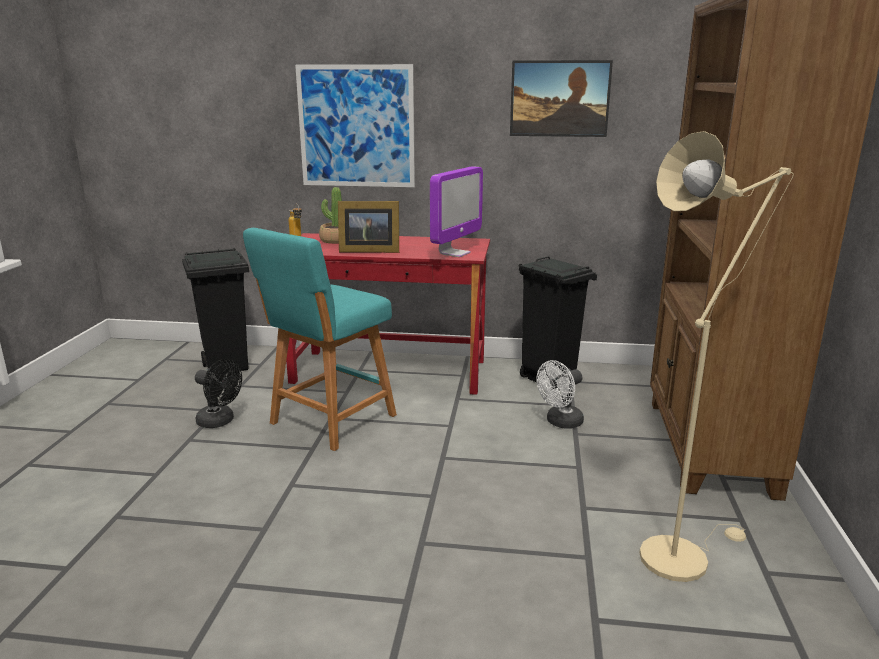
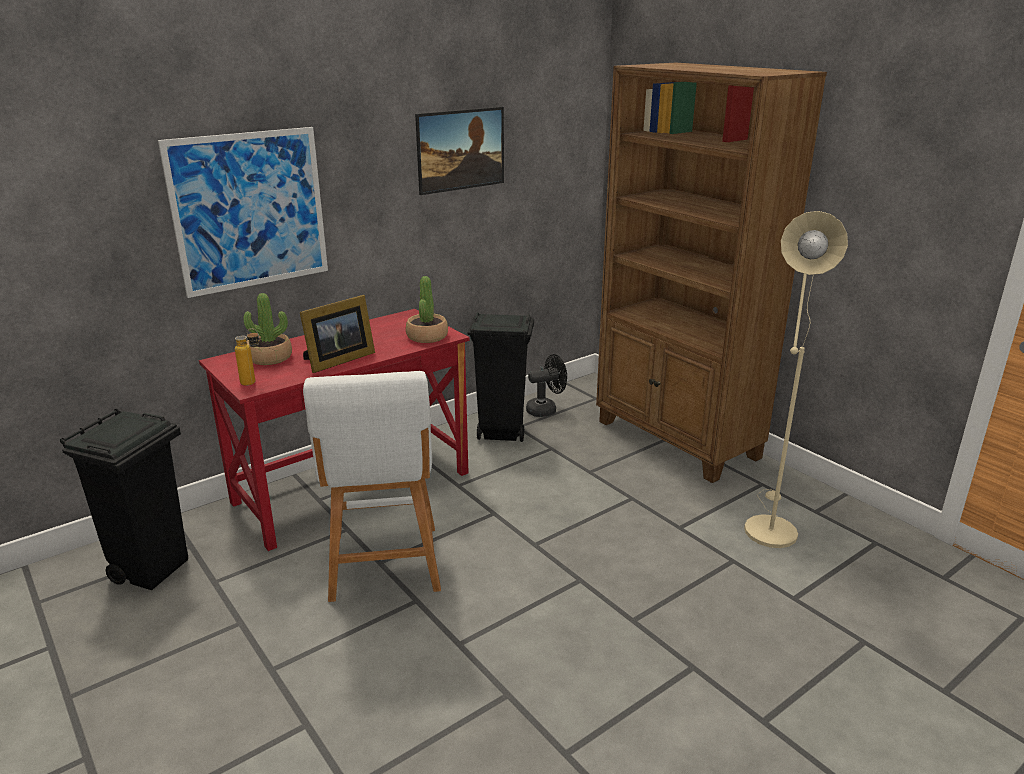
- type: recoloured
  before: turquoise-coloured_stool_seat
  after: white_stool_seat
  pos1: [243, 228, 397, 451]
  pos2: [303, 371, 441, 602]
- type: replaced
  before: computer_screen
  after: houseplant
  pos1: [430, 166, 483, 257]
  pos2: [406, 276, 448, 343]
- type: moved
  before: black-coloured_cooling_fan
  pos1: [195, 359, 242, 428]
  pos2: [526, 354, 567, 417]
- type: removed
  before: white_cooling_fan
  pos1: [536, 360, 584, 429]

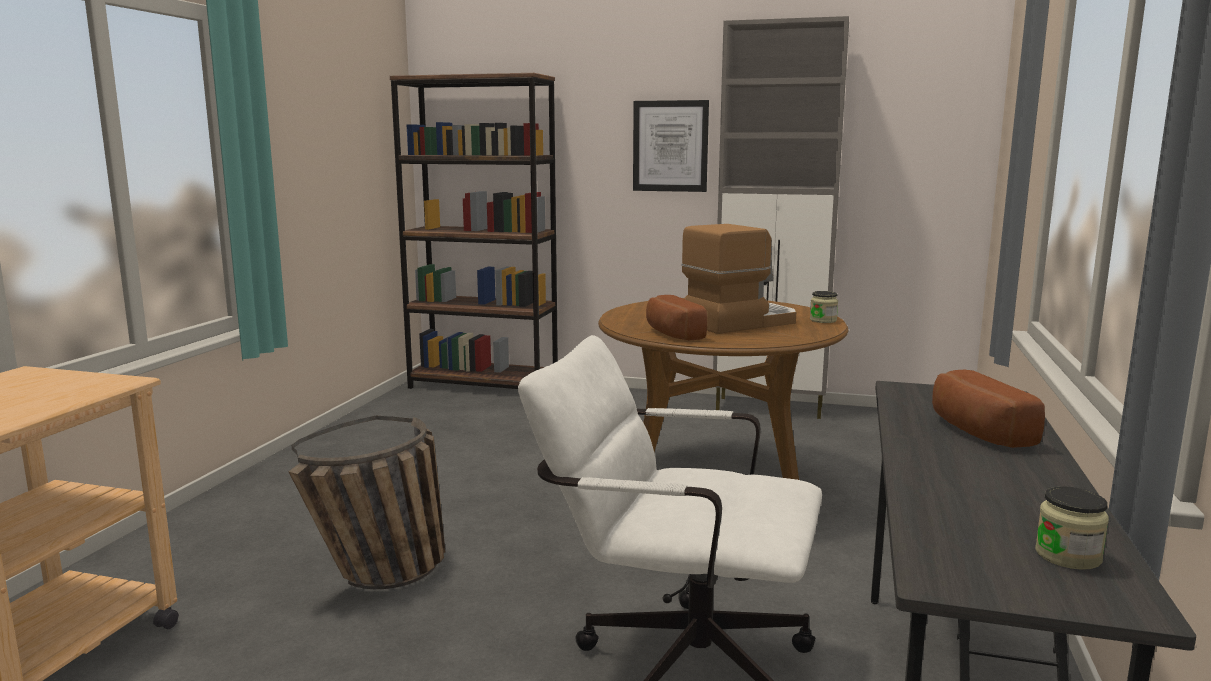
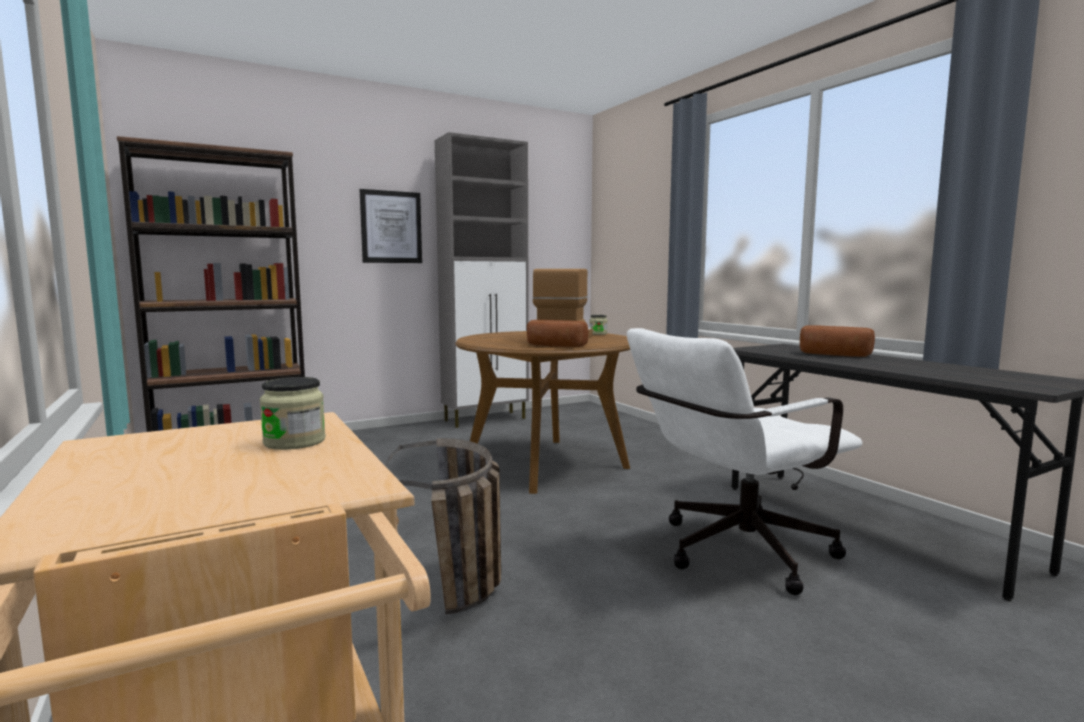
- type: moved
  before: jar
  pos1: [1035, 486, 1109, 570]
  pos2: [260, 377, 326, 450]

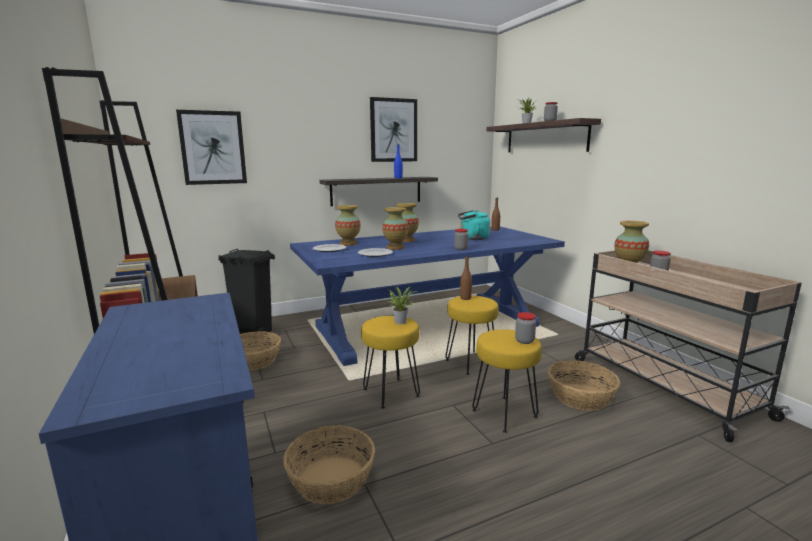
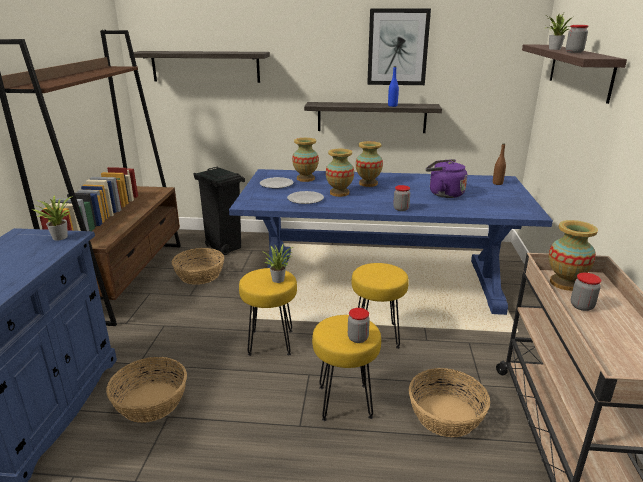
- type: added
  after: houseplant
  pos2: [32, 195, 73, 240]
- type: replaced
  before: wall_art
  after: bracket_shelf
  pos1: [176, 110, 247, 185]
  pos2: [129, 51, 270, 83]
- type: recoloured
  before: turquoise-coloured_kettle
  after: purple_kettle
  pos1: [458, 210, 490, 240]
  pos2: [426, 159, 467, 198]
- type: removed
  before: brown-coloured_bottle
  pos1: [460, 256, 472, 300]

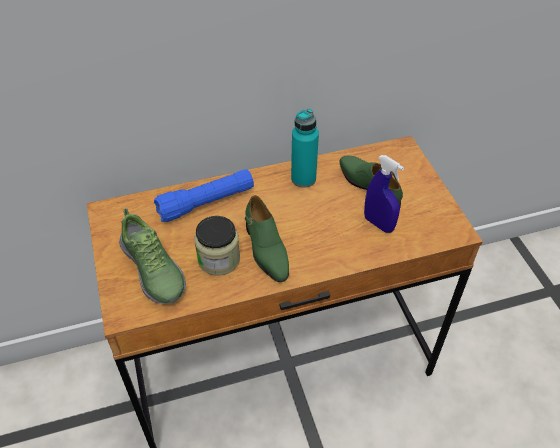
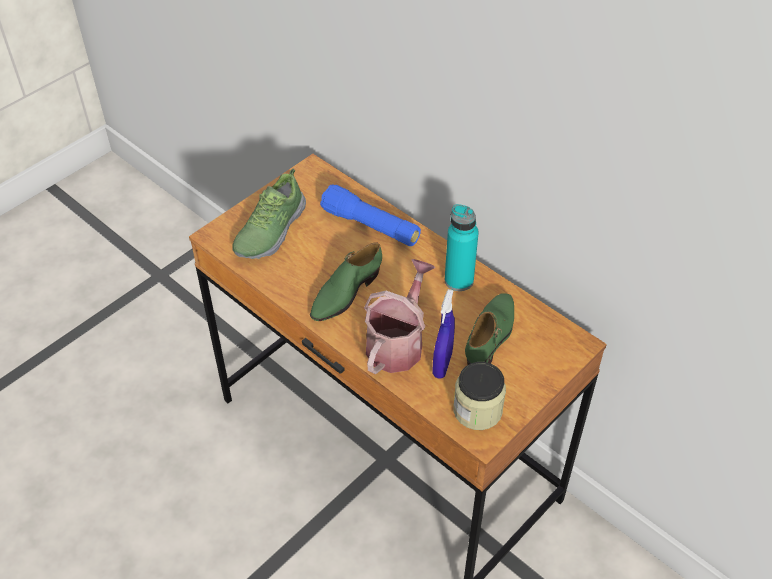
- type: added
  after: watering_pot
  pos2: [364, 259, 435, 374]
- type: moved
  before: jar
  pos1: [194, 216, 240, 276]
  pos2: [453, 362, 506, 430]

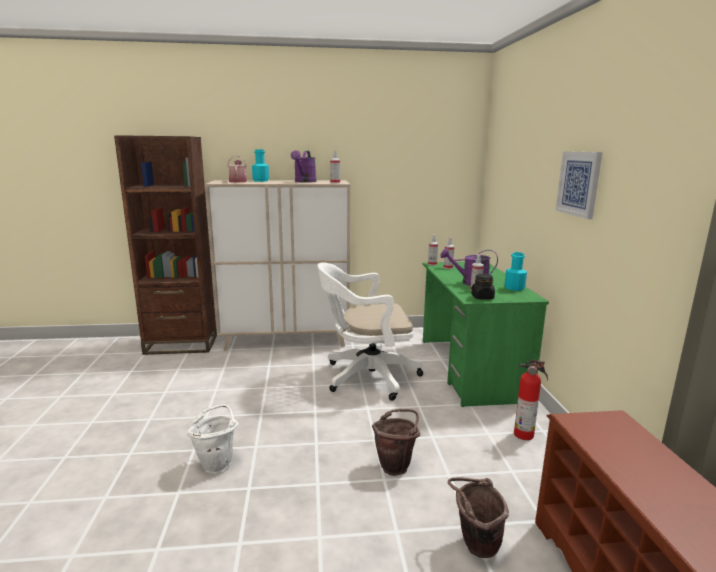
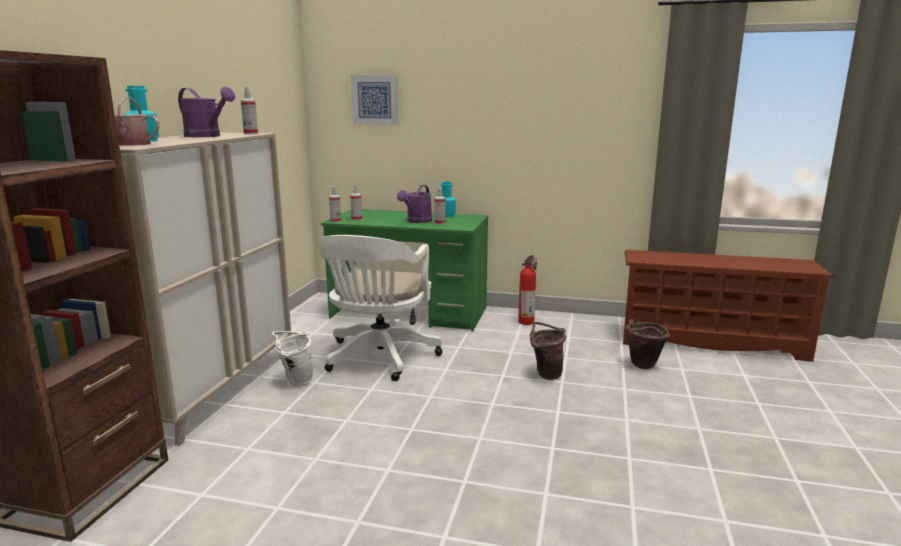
- type: moved
  before: white_pail
  pos1: [187, 404, 239, 474]
  pos2: [272, 331, 313, 386]
- type: moved
  before: wall_art
  pos1: [555, 151, 603, 219]
  pos2: [351, 75, 398, 125]
- type: removed
  before: black-coloured_jar
  pos1: [471, 274, 495, 300]

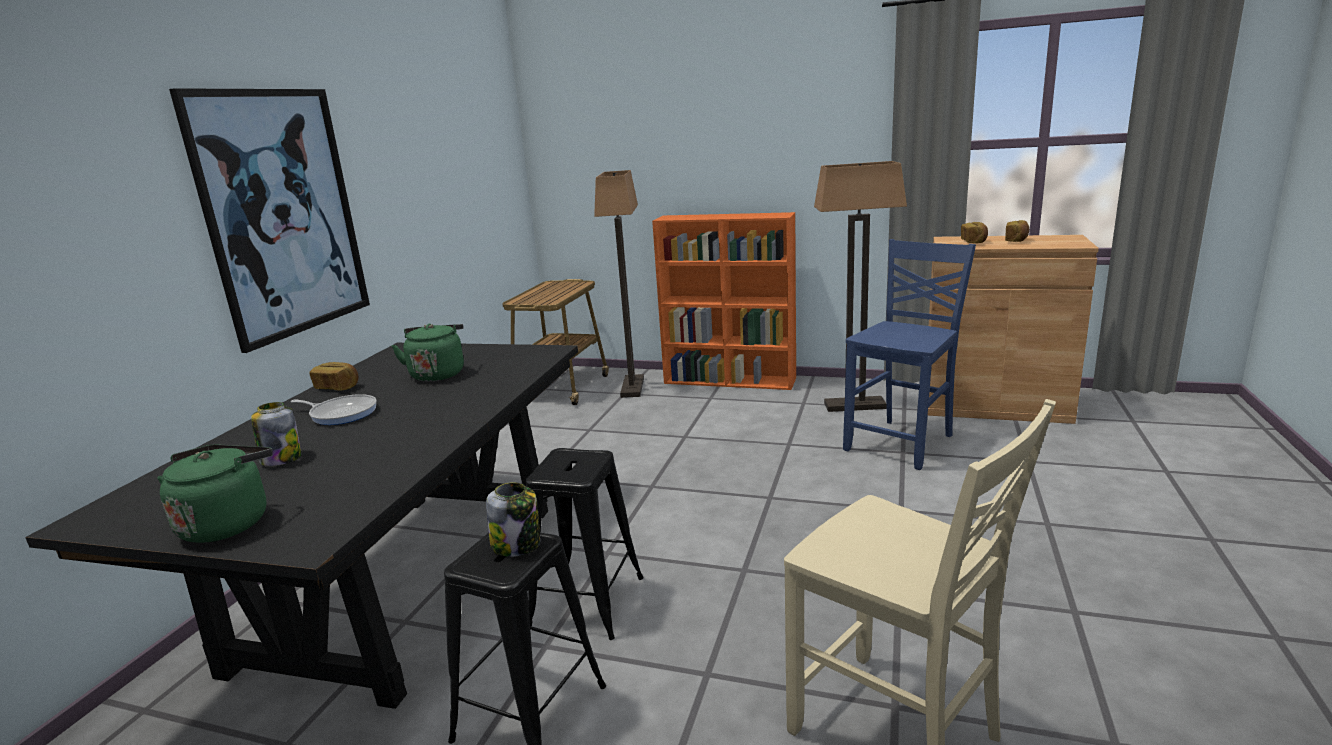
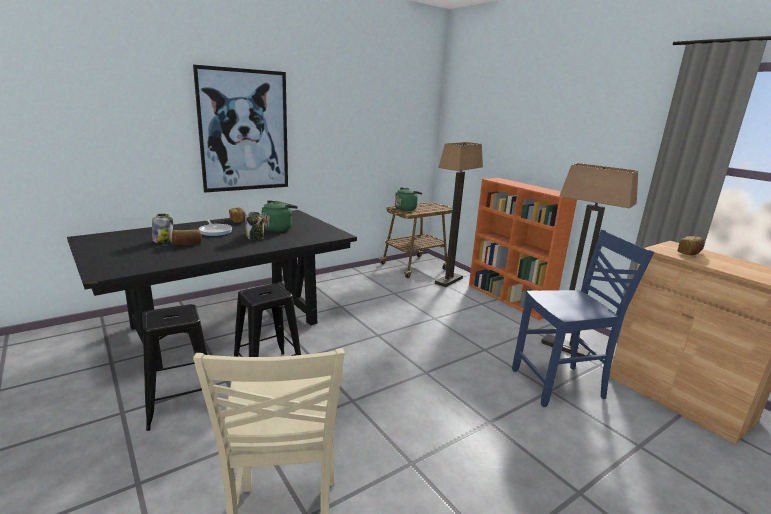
- type: moved
  before: bakery_bread
  pos1: [1005, 220, 1029, 242]
  pos2: [172, 229, 202, 245]
- type: moved
  before: jar
  pos1: [486, 482, 540, 557]
  pos2: [245, 212, 265, 240]
- type: moved
  before: greenish_kettle
  pos1: [157, 445, 273, 543]
  pos2: [395, 187, 422, 211]

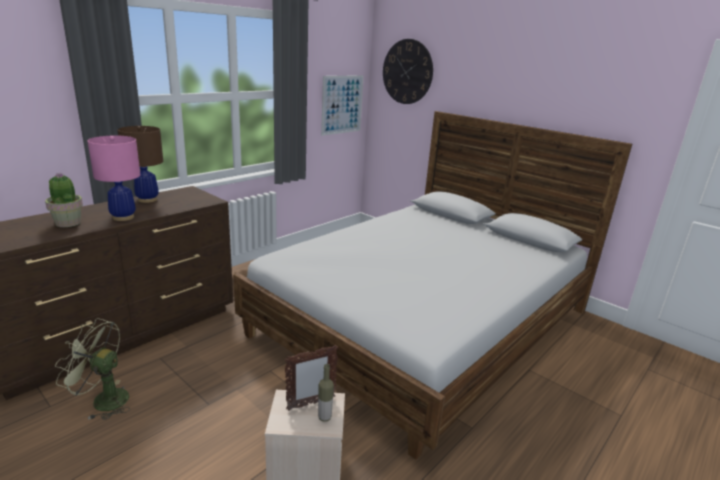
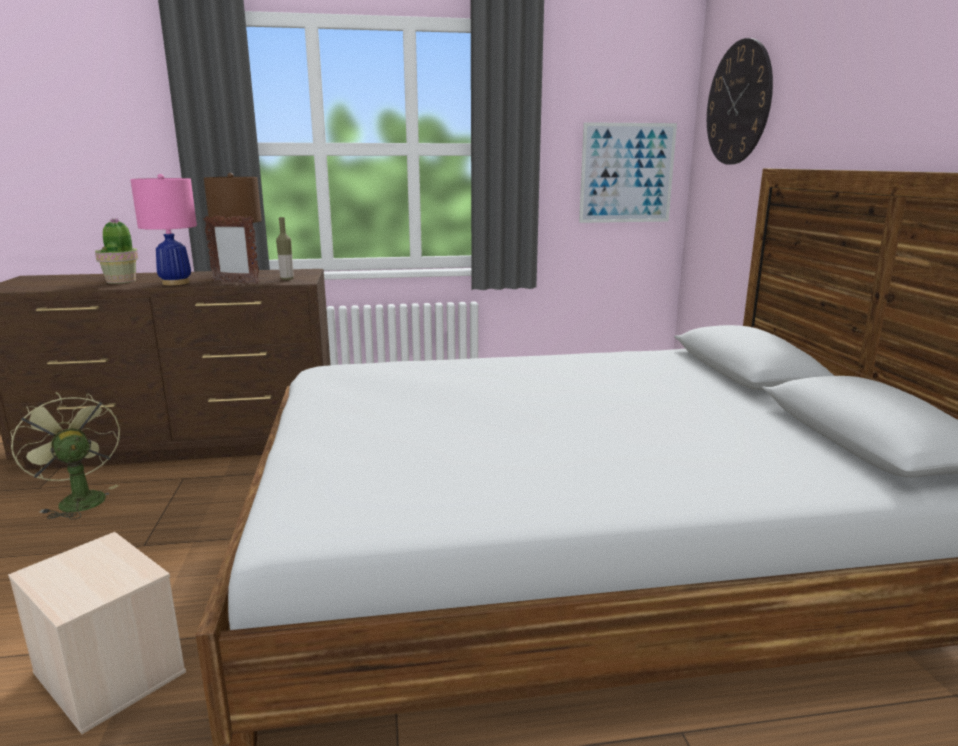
- type: moved
  before: picture_frame
  pos1: [285, 345, 338, 411]
  pos2: [204, 215, 260, 284]
- type: moved
  before: bottle
  pos1: [318, 364, 334, 422]
  pos2: [276, 217, 294, 280]

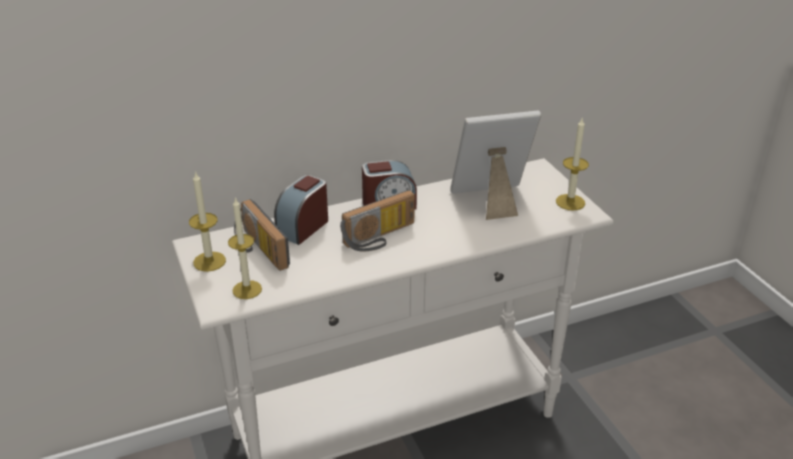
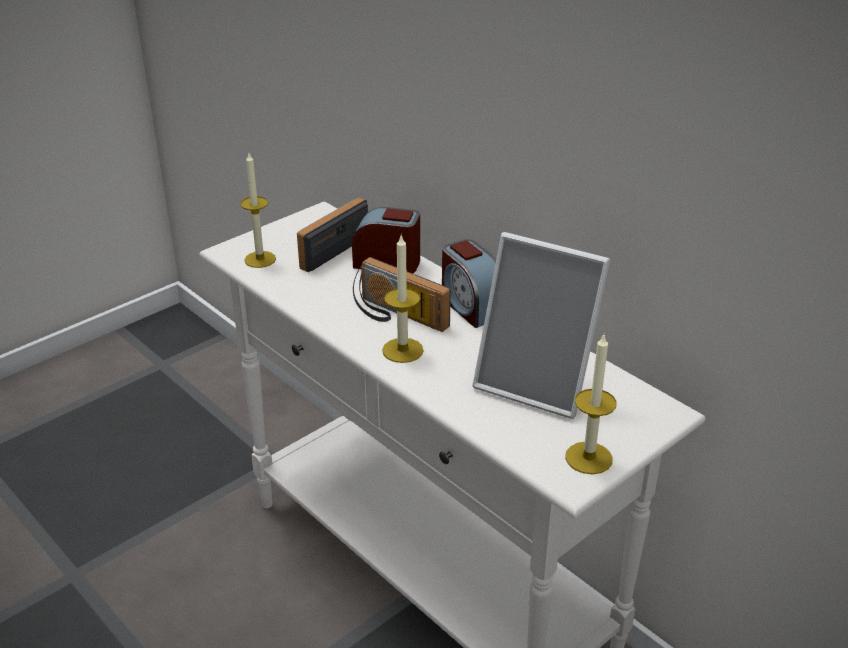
- type: moved
  before: wax_light
  pos1: [189, 171, 226, 272]
  pos2: [382, 234, 424, 363]
- type: turned
  before: picture_frame
  pos1: [450, 111, 541, 220]
  pos2: [473, 232, 610, 419]
  turn: 150

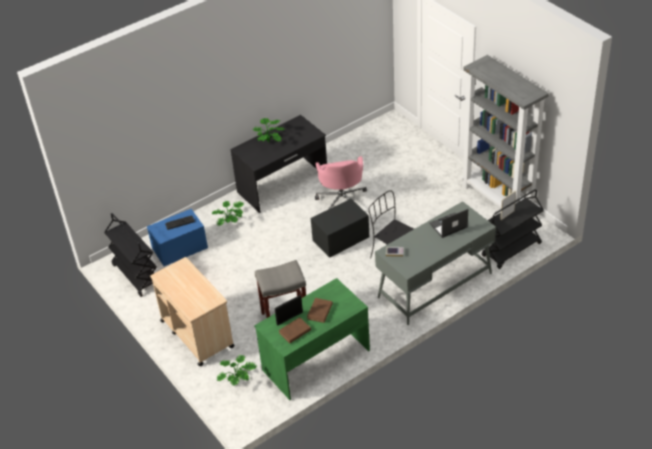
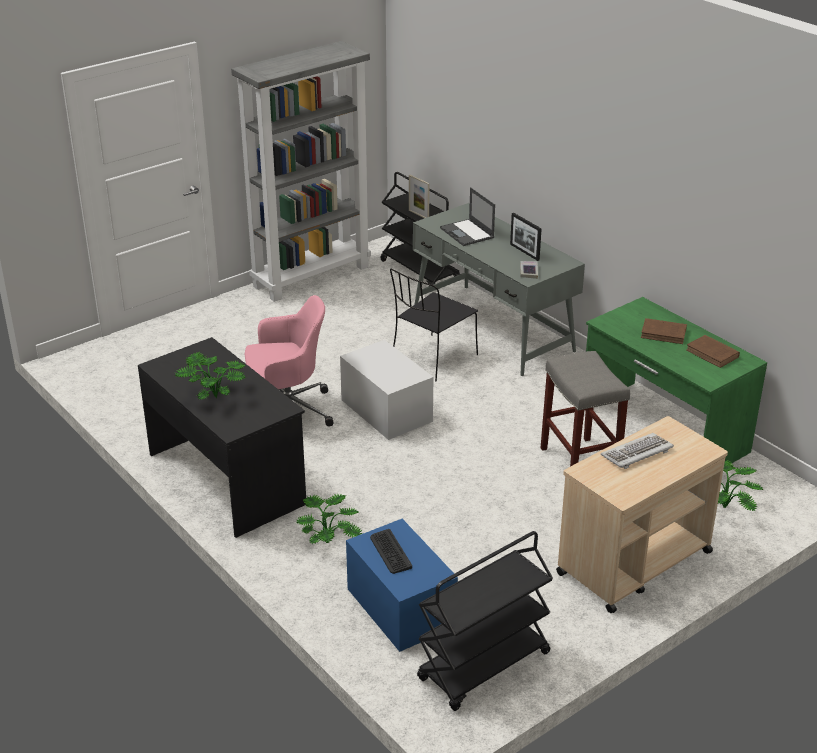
- type: recoloured
  before: black-coloured_storage_container
  after: white_storage_container
  pos1: [311, 199, 369, 258]
  pos2: [340, 340, 433, 440]
- type: moved
  before: picture_frame
  pos1: [274, 295, 303, 326]
  pos2: [510, 213, 542, 261]
- type: added
  after: PC_keyboard
  pos2: [601, 433, 674, 469]

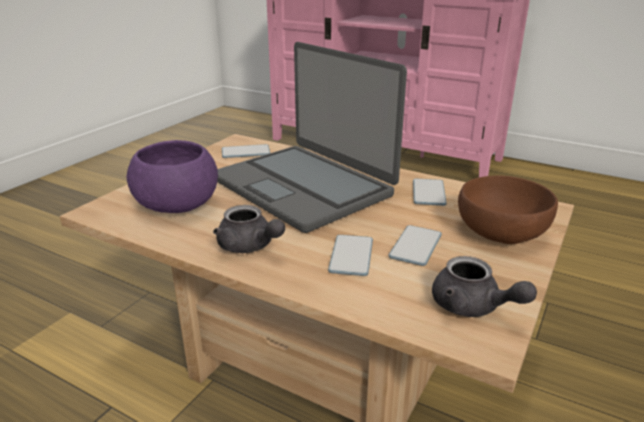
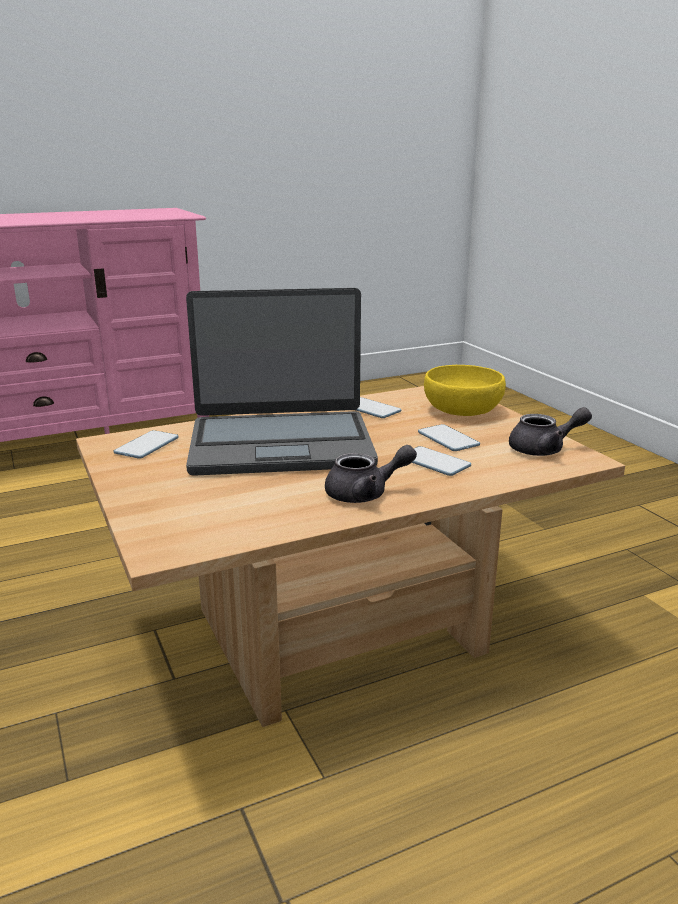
- type: recoloured
  before: brown-coloured_bowl
  after: yellowish_bowl
  pos1: [458, 175, 558, 244]
  pos2: [424, 365, 506, 416]
- type: removed
  before: purple_bowl
  pos1: [127, 140, 218, 213]

